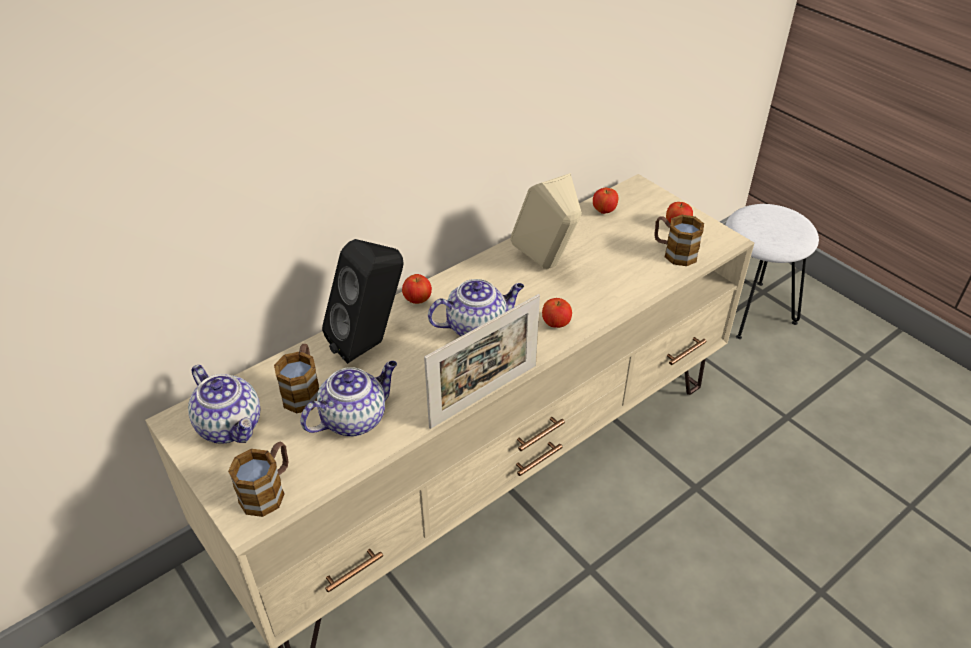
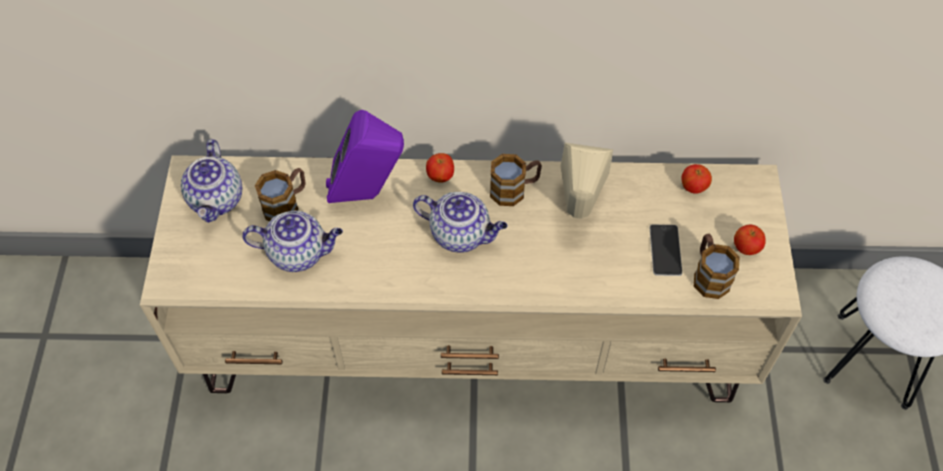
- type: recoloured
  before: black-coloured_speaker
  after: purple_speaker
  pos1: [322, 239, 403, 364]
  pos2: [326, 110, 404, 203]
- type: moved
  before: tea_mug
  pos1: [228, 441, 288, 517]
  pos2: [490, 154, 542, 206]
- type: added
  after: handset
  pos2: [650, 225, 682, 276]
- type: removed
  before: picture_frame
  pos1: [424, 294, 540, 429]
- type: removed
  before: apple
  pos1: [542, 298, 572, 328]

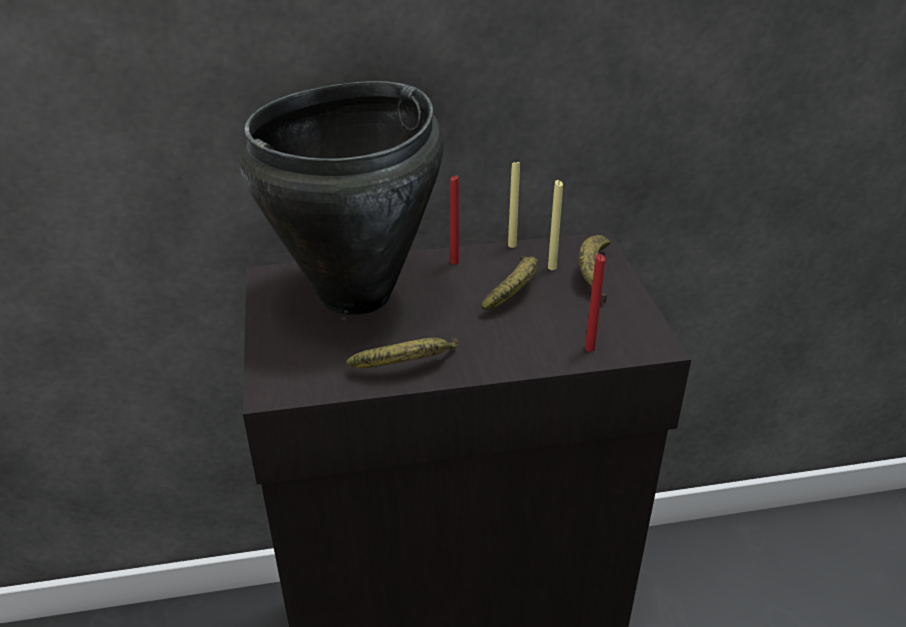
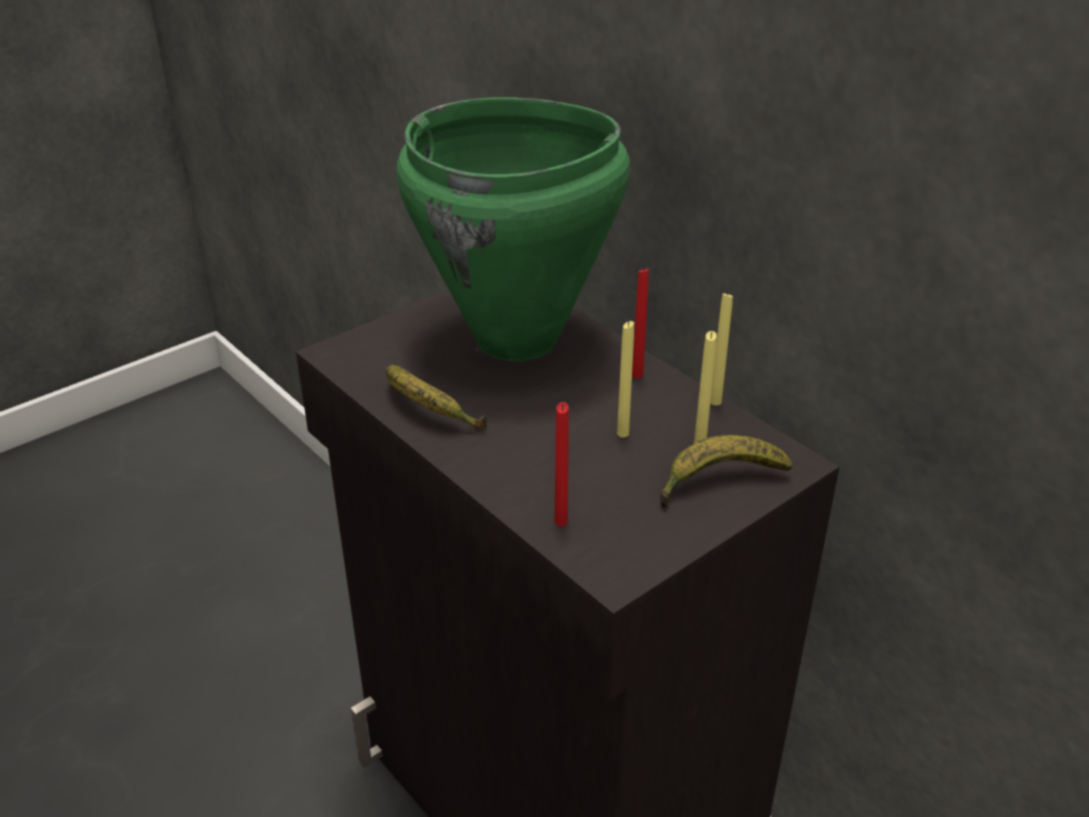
- type: recoloured
  before: black-coloured_saucepot
  after: greenish_saucepot
  pos1: [239, 81, 443, 315]
  pos2: [396, 97, 630, 361]
- type: replaced
  before: banana
  after: yellowish_wax_light
  pos1: [481, 256, 538, 311]
  pos2: [617, 321, 634, 437]

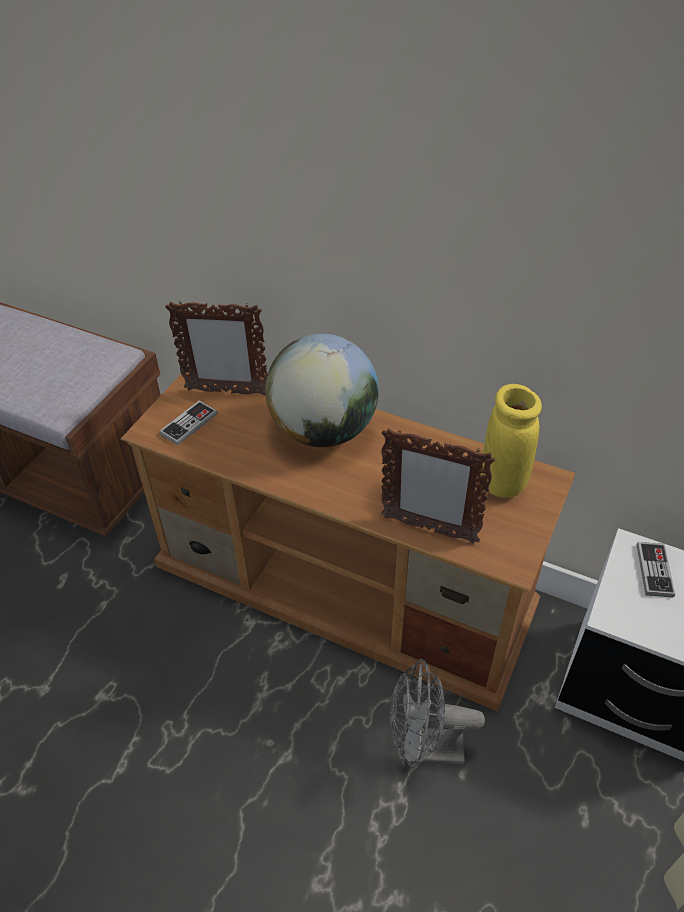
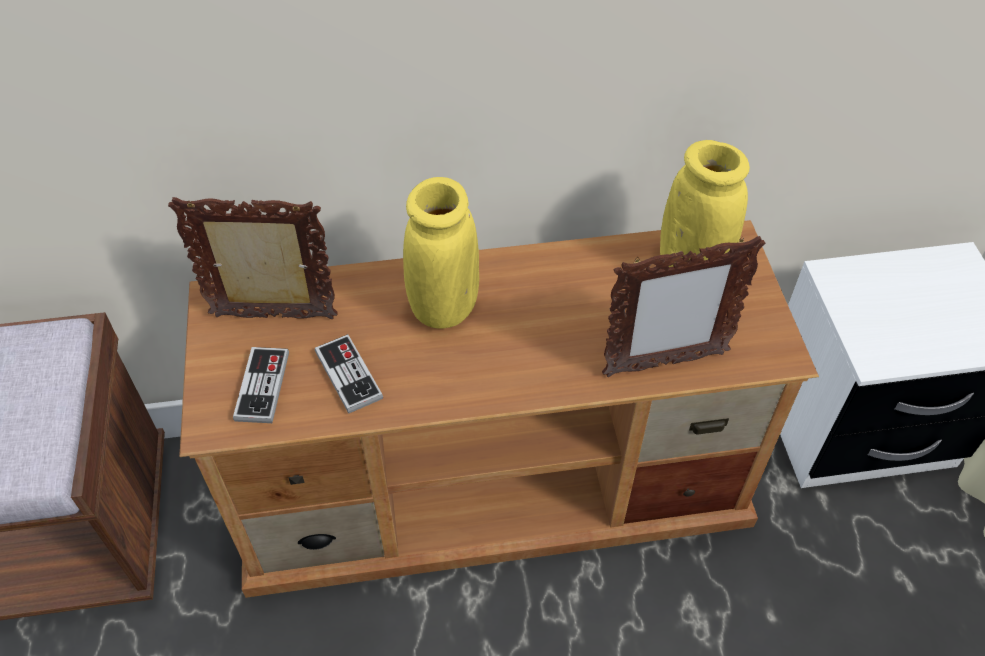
- type: turned
  before: picture_frame
  pos1: [165, 302, 268, 396]
  pos2: [168, 197, 338, 319]
  turn: -150
- type: moved
  before: gamepad
  pos1: [637, 542, 675, 598]
  pos2: [315, 334, 383, 414]
- type: replaced
  before: world_globe
  after: yellowish_flower_vase
  pos1: [265, 334, 379, 447]
  pos2: [403, 177, 479, 329]
- type: removed
  before: gray_cooling_fan
  pos1: [390, 659, 485, 768]

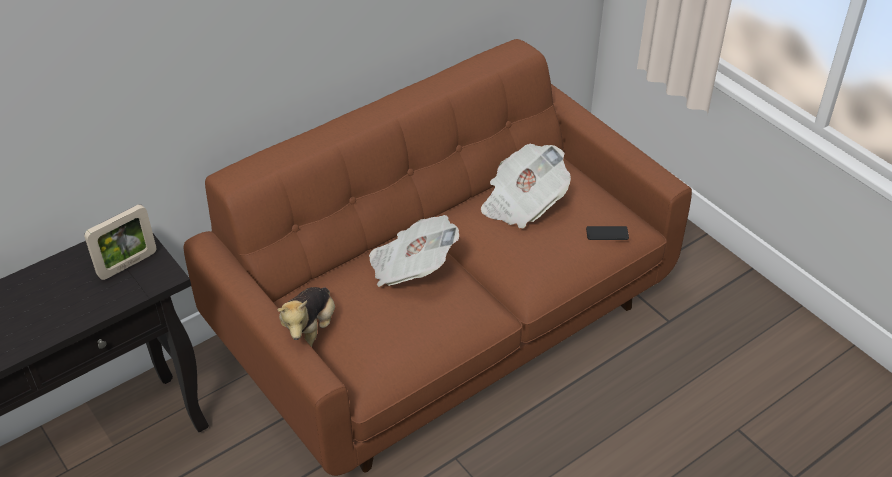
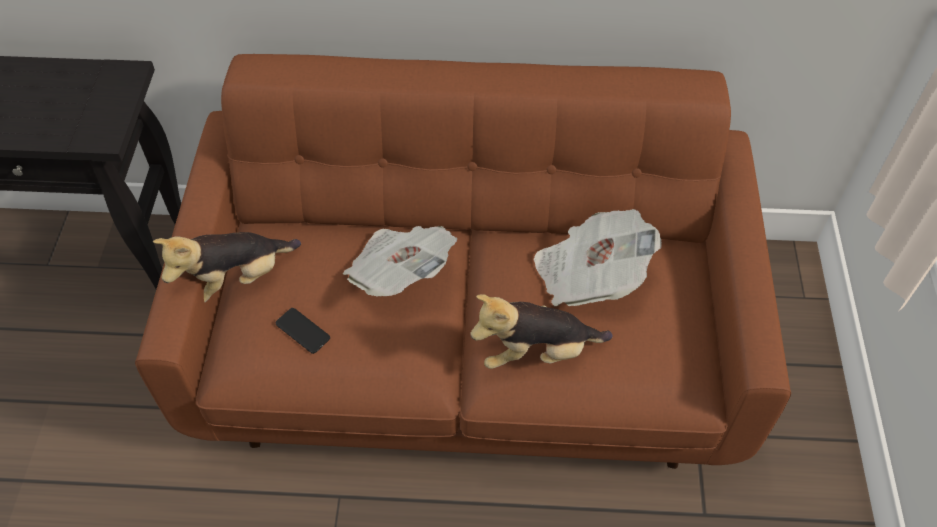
- type: moved
  before: handset
  pos1: [586, 226, 629, 240]
  pos2: [275, 308, 330, 354]
- type: added
  after: plush_toy
  pos2: [470, 294, 613, 369]
- type: removed
  before: picture_frame
  pos1: [84, 204, 157, 280]

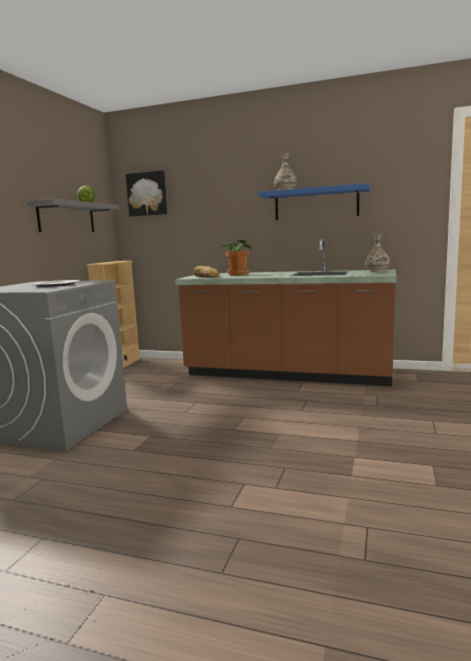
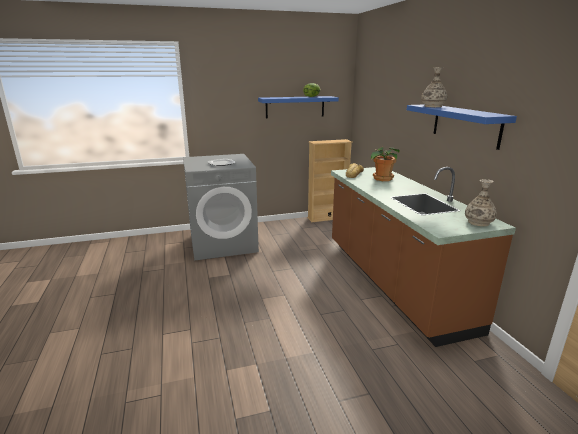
- type: recoloured
  before: gray_bracket_shelf
  after: bluish_bracket_shelf
  pos1: [27, 198, 119, 232]
  pos2: [258, 96, 339, 119]
- type: removed
  before: wall_art
  pos1: [126, 170, 167, 216]

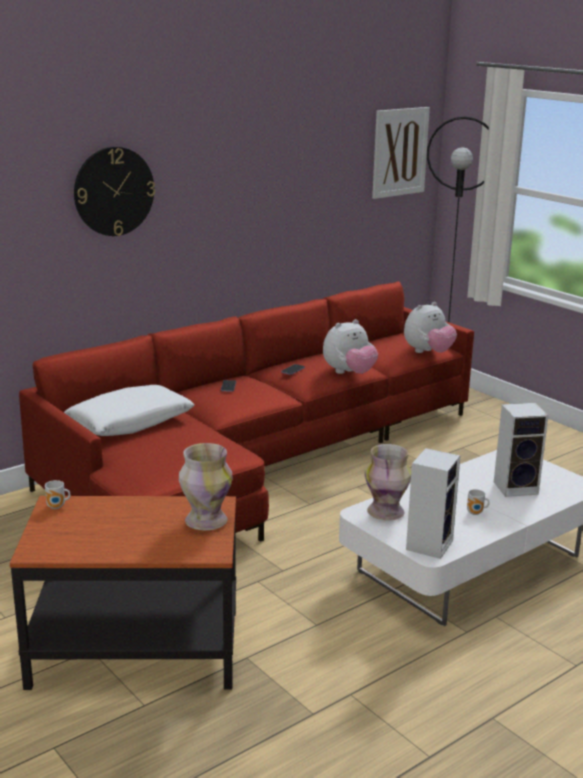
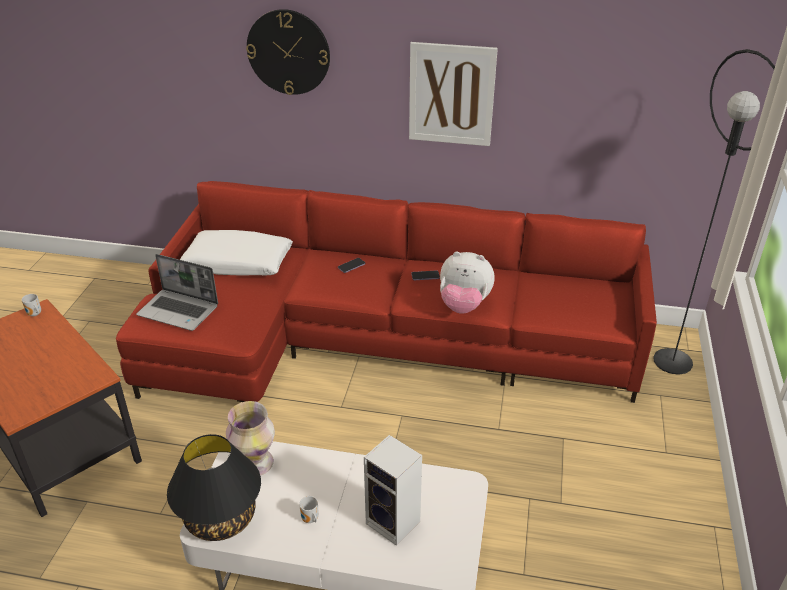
- type: added
  after: laptop
  pos2: [136, 254, 218, 331]
- type: replaced
  before: speaker
  after: black-coloured_tabletop_lamp
  pos1: [406, 448, 461, 559]
  pos2: [167, 434, 261, 541]
- type: moved
  before: wall_art
  pos1: [372, 107, 430, 199]
  pos2: [409, 42, 498, 146]
- type: removed
  before: flower_vase
  pos1: [179, 443, 233, 530]
- type: removed
  before: plush_toy
  pos1: [404, 302, 457, 353]

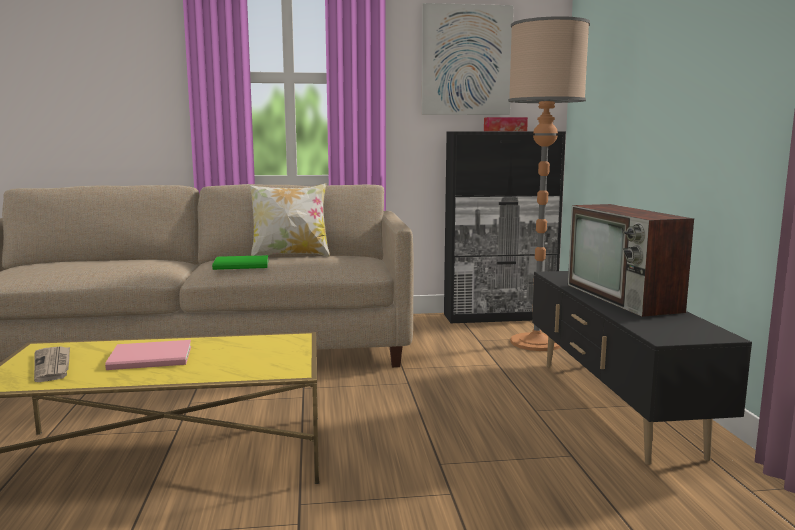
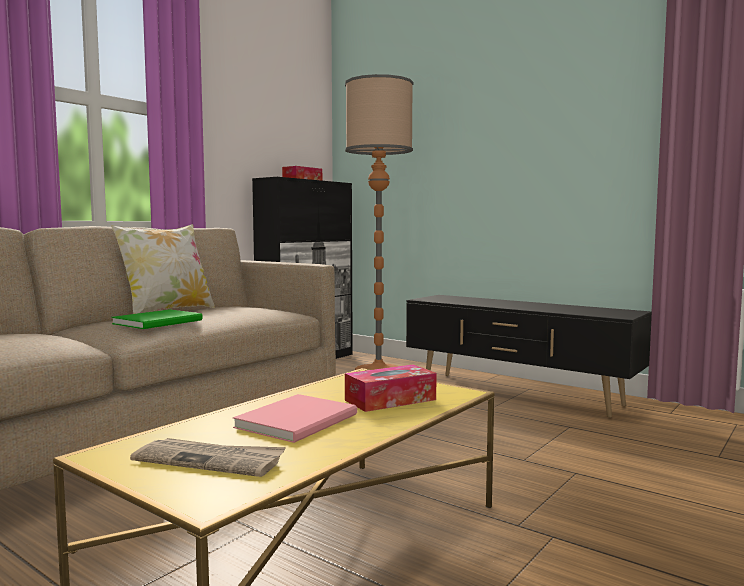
- type: added
  after: tissue_holder
  pos2: [345, 365, 437, 412]
- type: removed
  before: wall_art
  pos1: [422, 3, 513, 115]
- type: removed
  before: TV
  pos1: [568, 204, 694, 317]

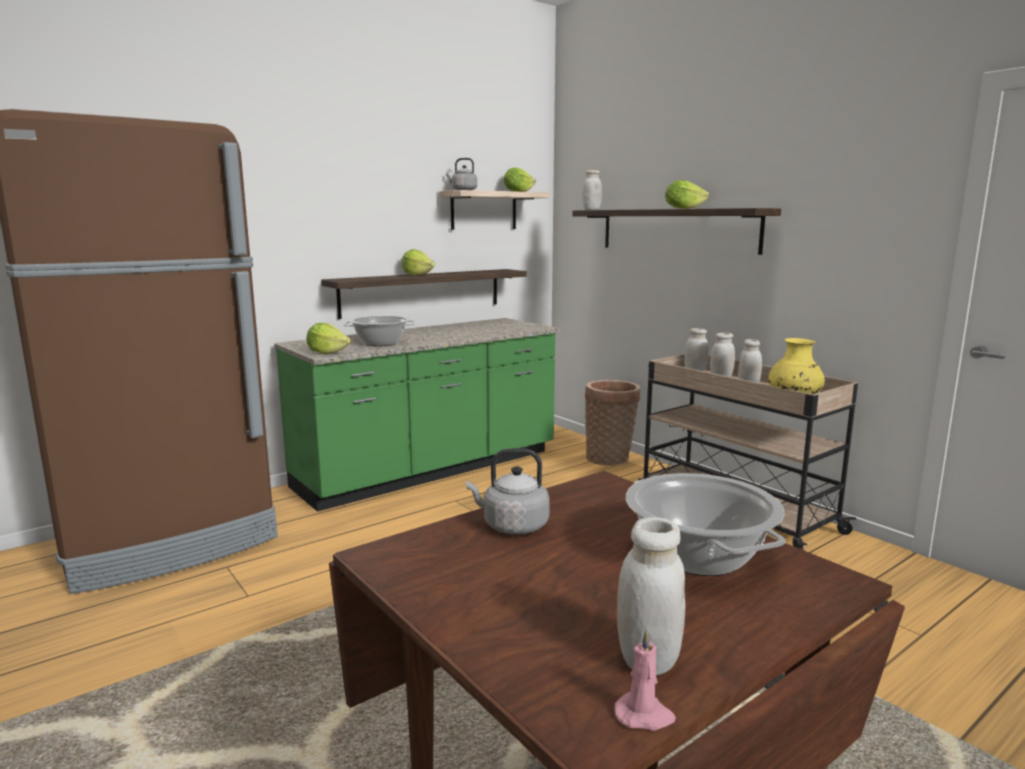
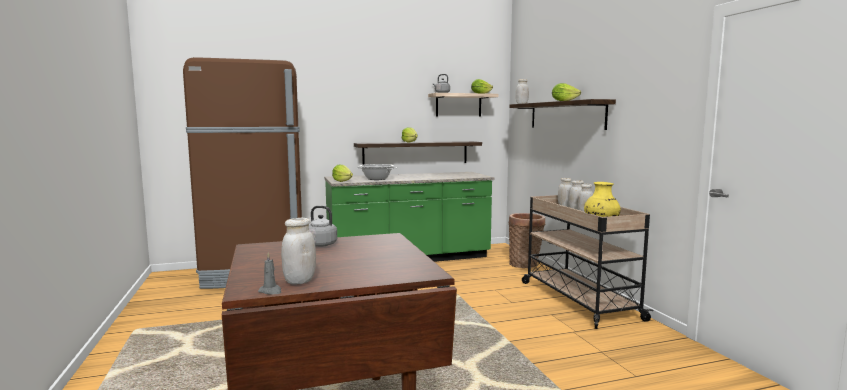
- type: recoloured
  before: pink-coloured_wax_light
  after: gray_wax_light
  pos1: [615, 629, 676, 730]
  pos2: [258, 252, 281, 295]
- type: removed
  before: saucepot
  pos1: [626, 473, 786, 576]

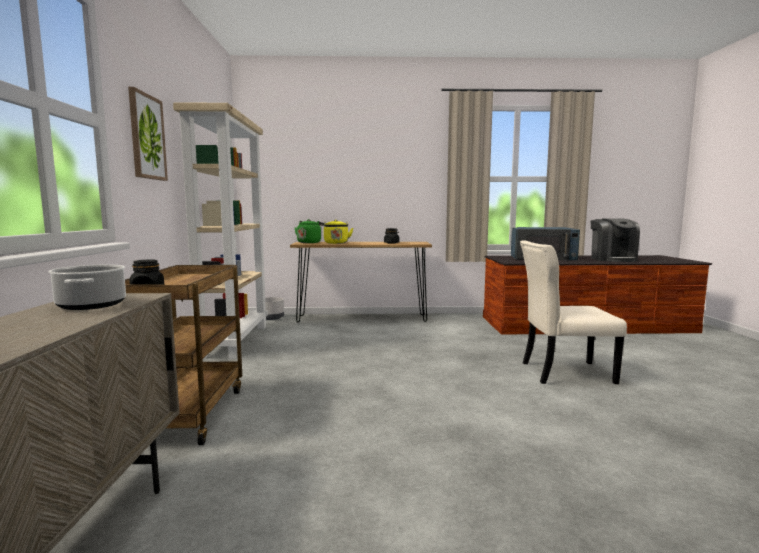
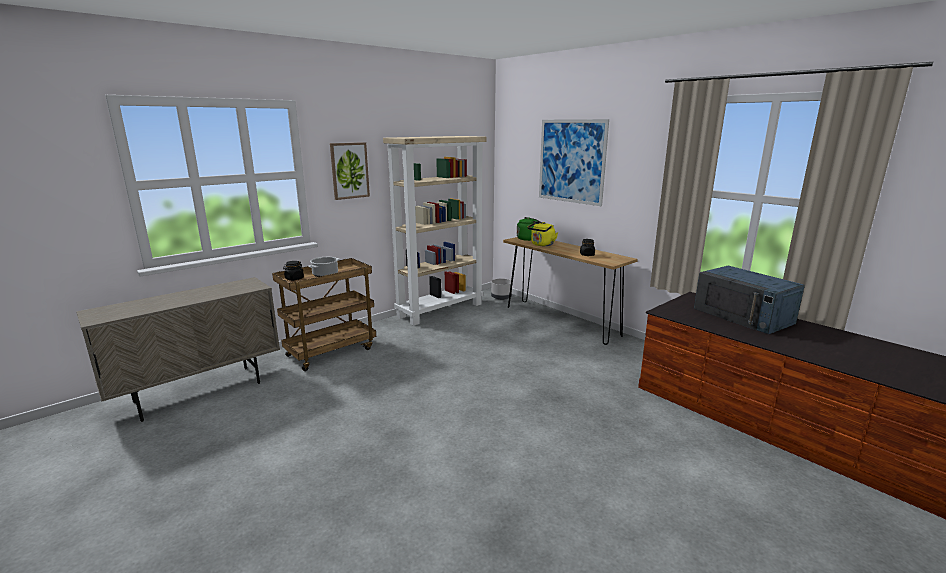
- type: moved
  before: saucepot
  pos1: [48, 264, 126, 310]
  pos2: [308, 257, 339, 277]
- type: added
  after: wall_art
  pos2: [539, 119, 609, 206]
- type: removed
  before: sand-coloured_plain_chair
  pos1: [520, 240, 627, 384]
- type: removed
  before: coffee_maker
  pos1: [591, 218, 640, 262]

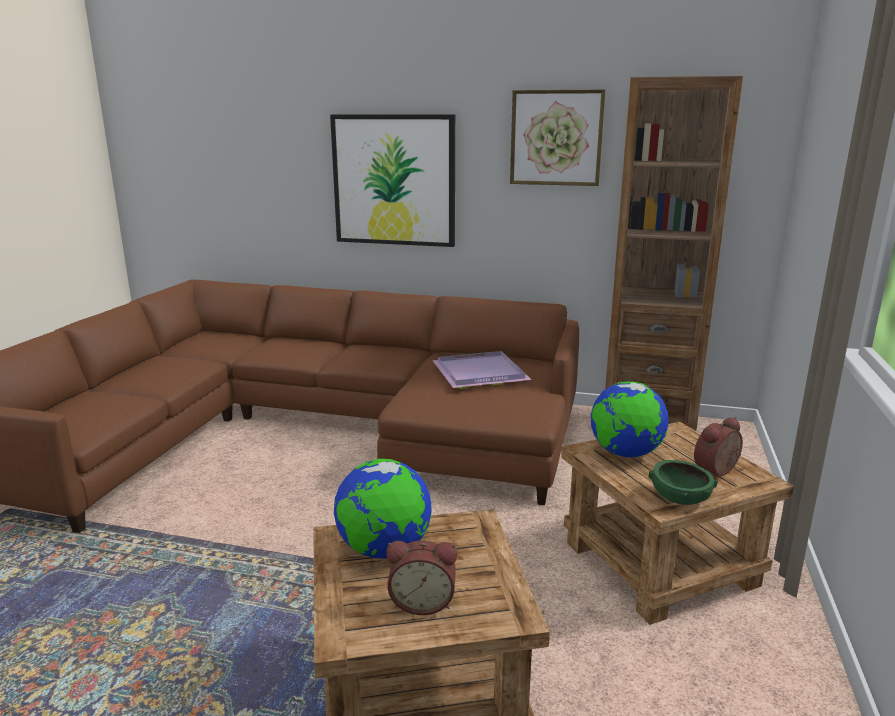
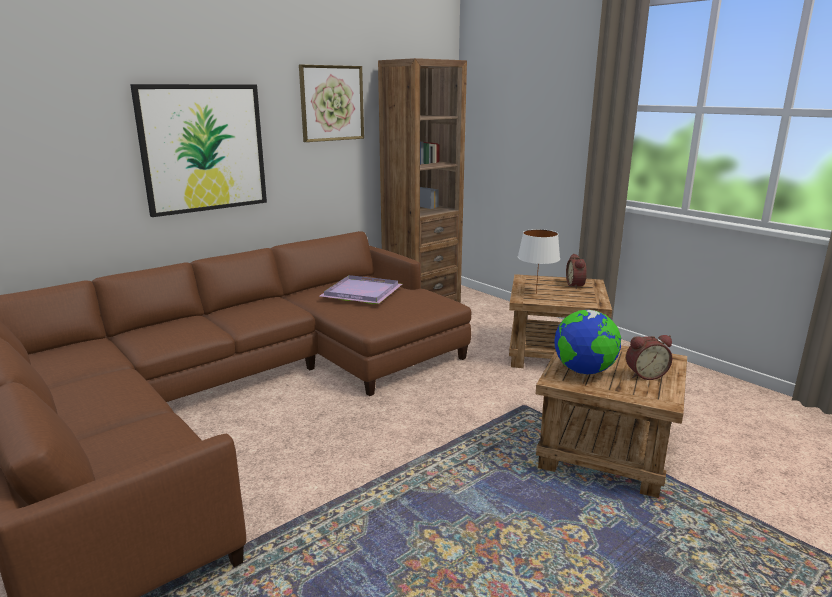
- type: replaced
  before: world_globe
  after: white_tabletop_lamp
  pos1: [591, 381, 669, 457]
  pos2: [518, 229, 560, 294]
- type: turned
  before: alarm_clock
  pos1: [386, 540, 457, 615]
  pos2: [626, 335, 672, 380]
  turn: 45
- type: removed
  before: greenish_bowl
  pos1: [648, 460, 718, 505]

